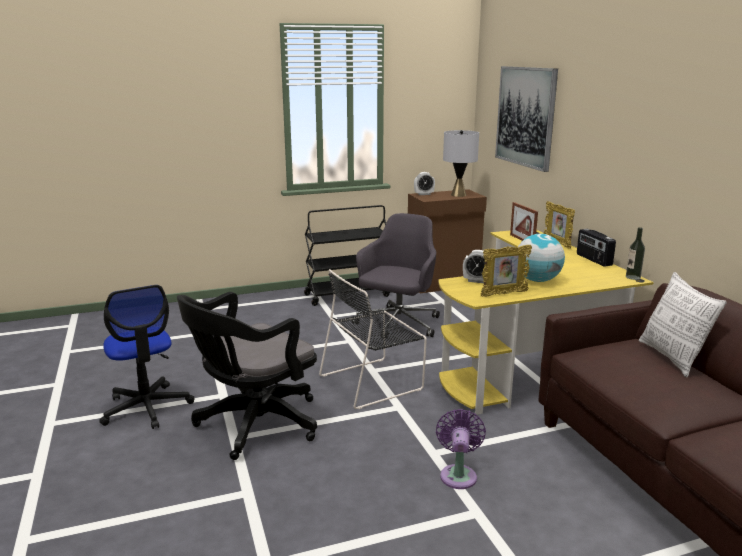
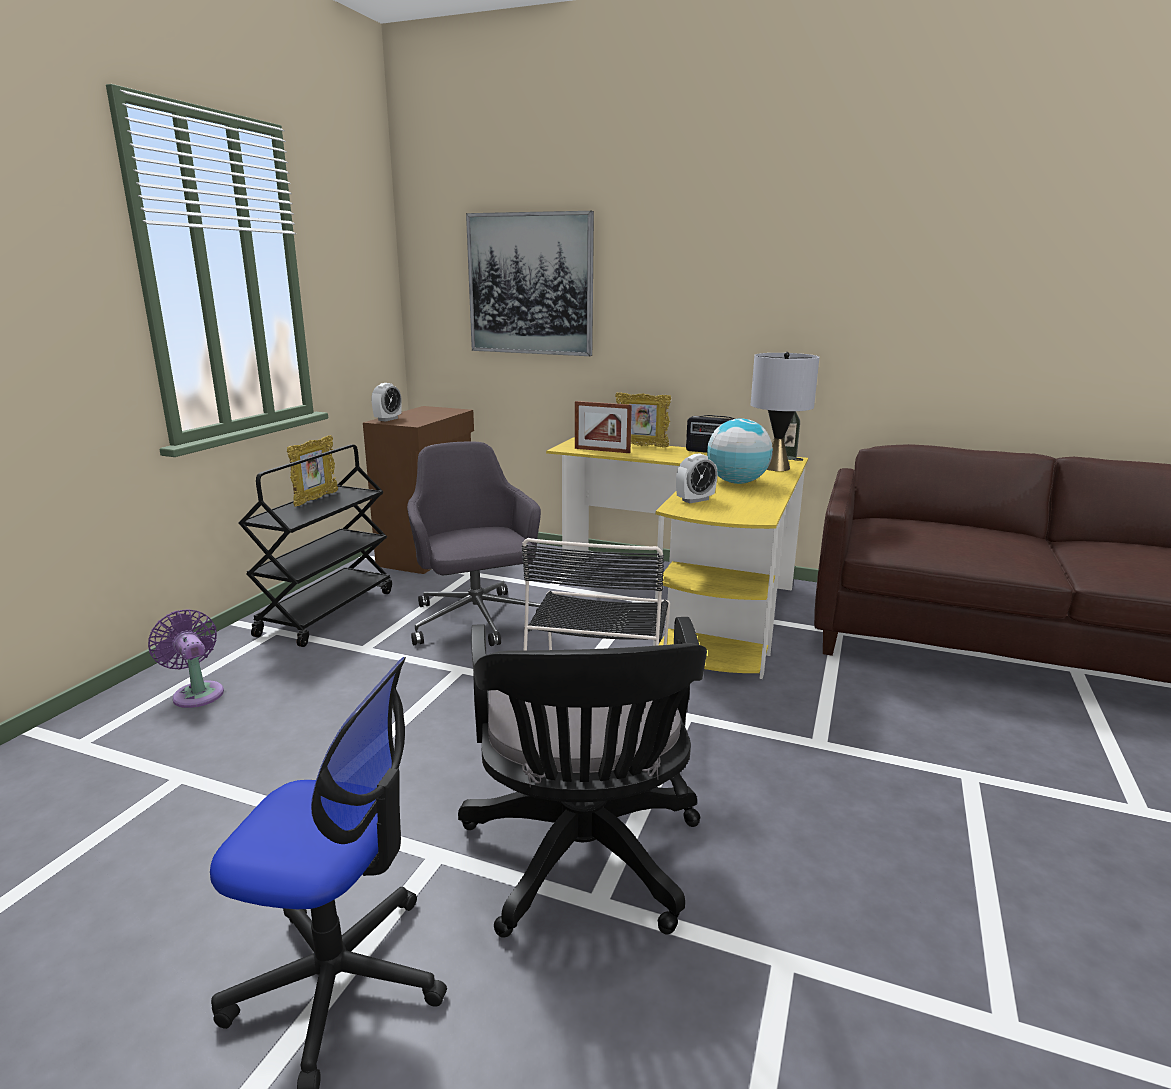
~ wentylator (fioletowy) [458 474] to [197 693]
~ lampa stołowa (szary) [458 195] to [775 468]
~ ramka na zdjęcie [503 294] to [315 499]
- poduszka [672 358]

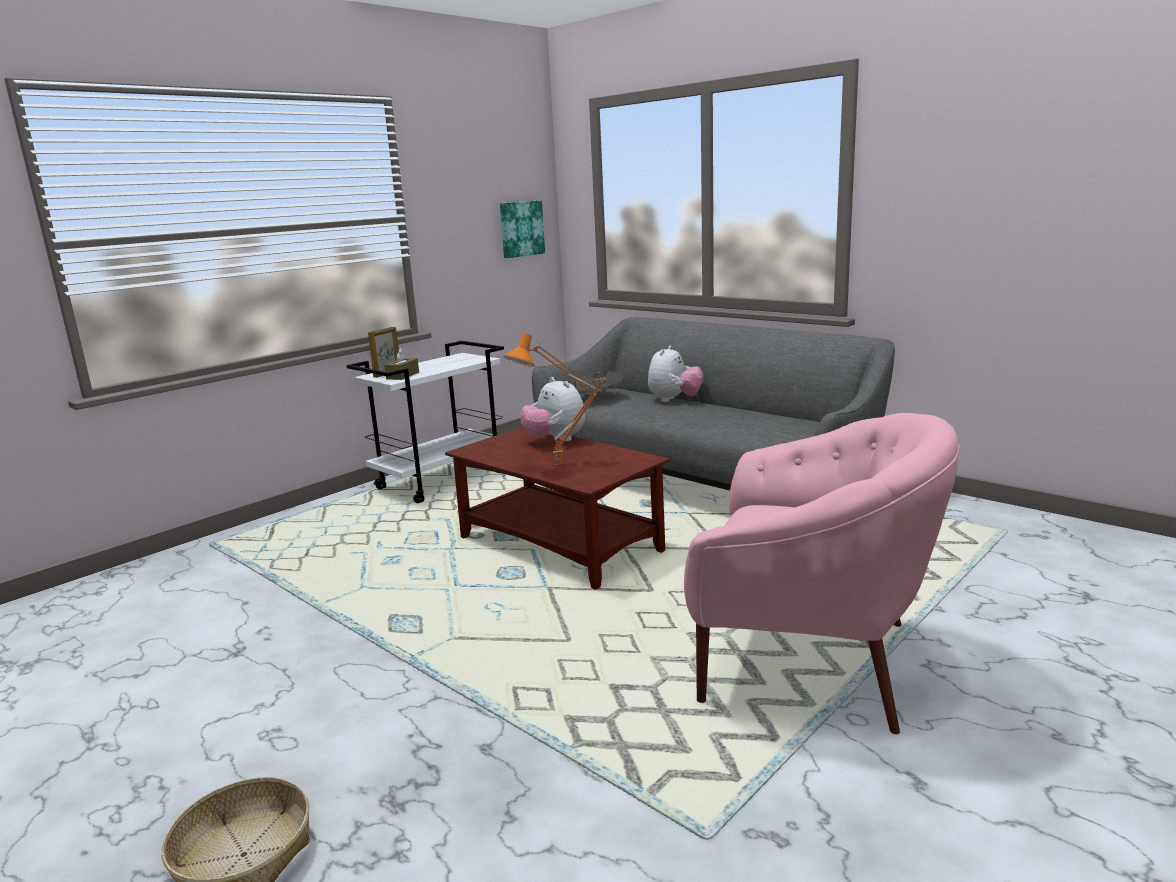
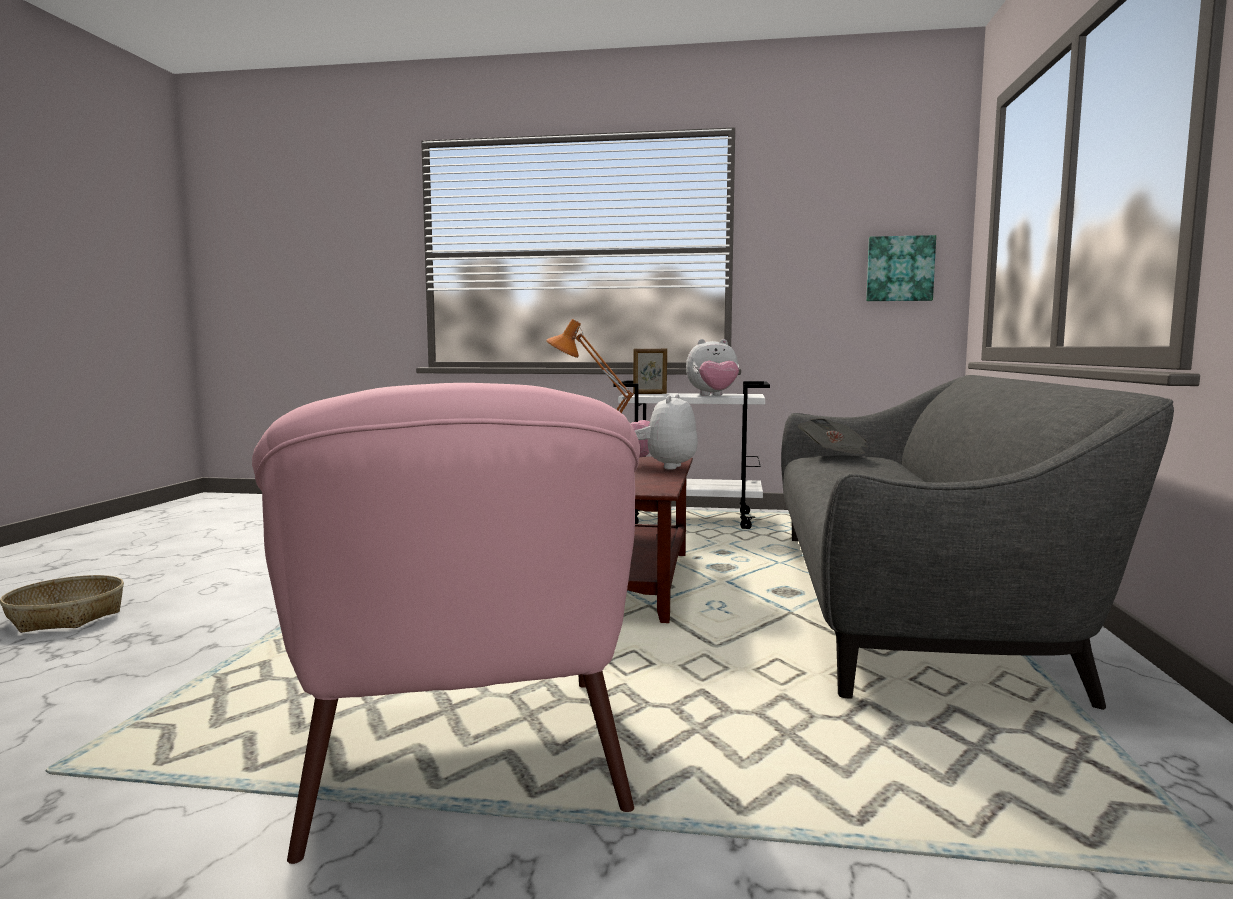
- pudełko chusteczek (brązowy) [402 375]
~ pluszak [674 400] to [713 395]

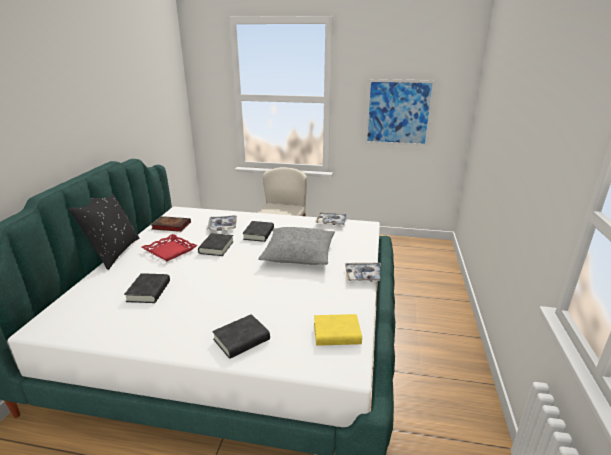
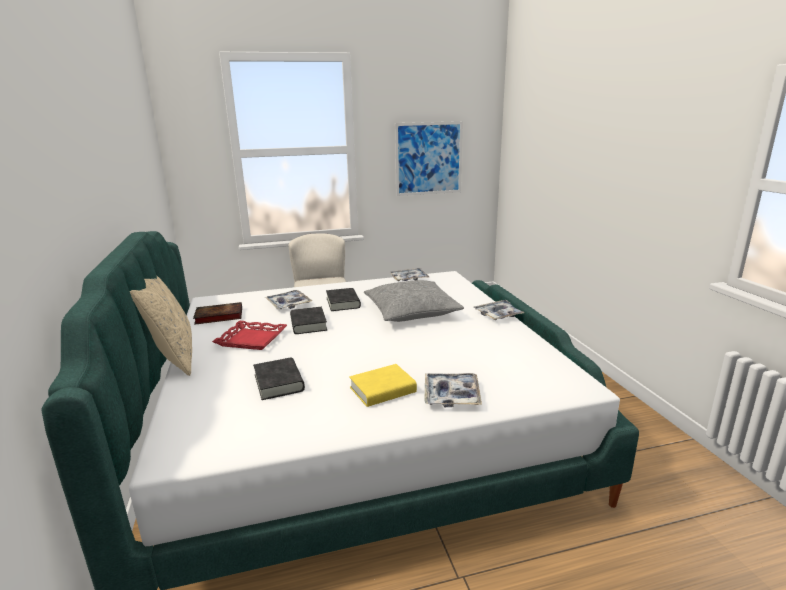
~ poduszka (czarny) [113 252] to poduszka (beżowy) [171 358]
~ książka (czarny) [241 340] to taca [451 395]
~ książka (żółty) [337 334] to [382 390]

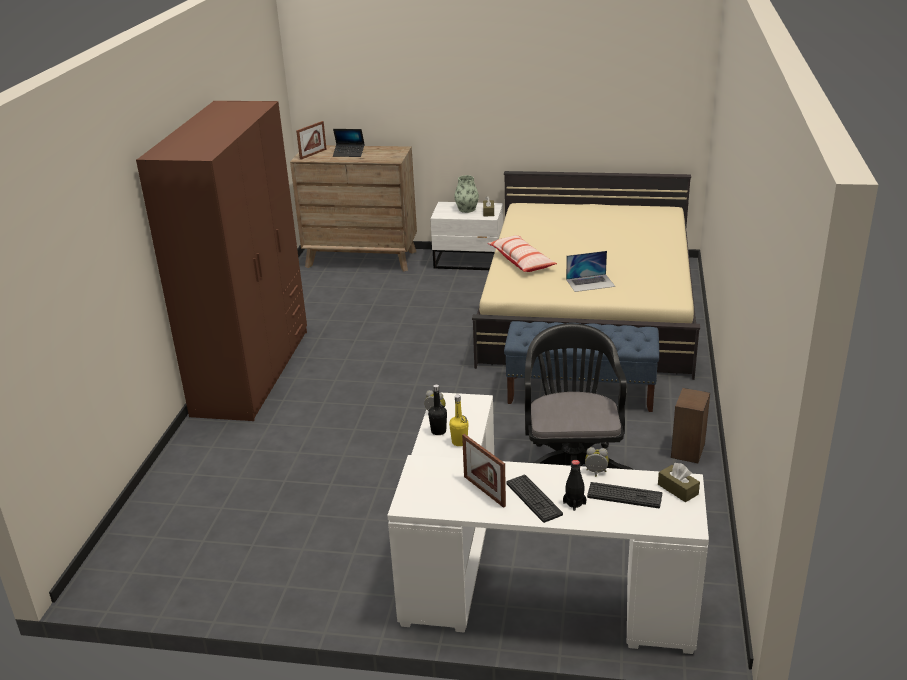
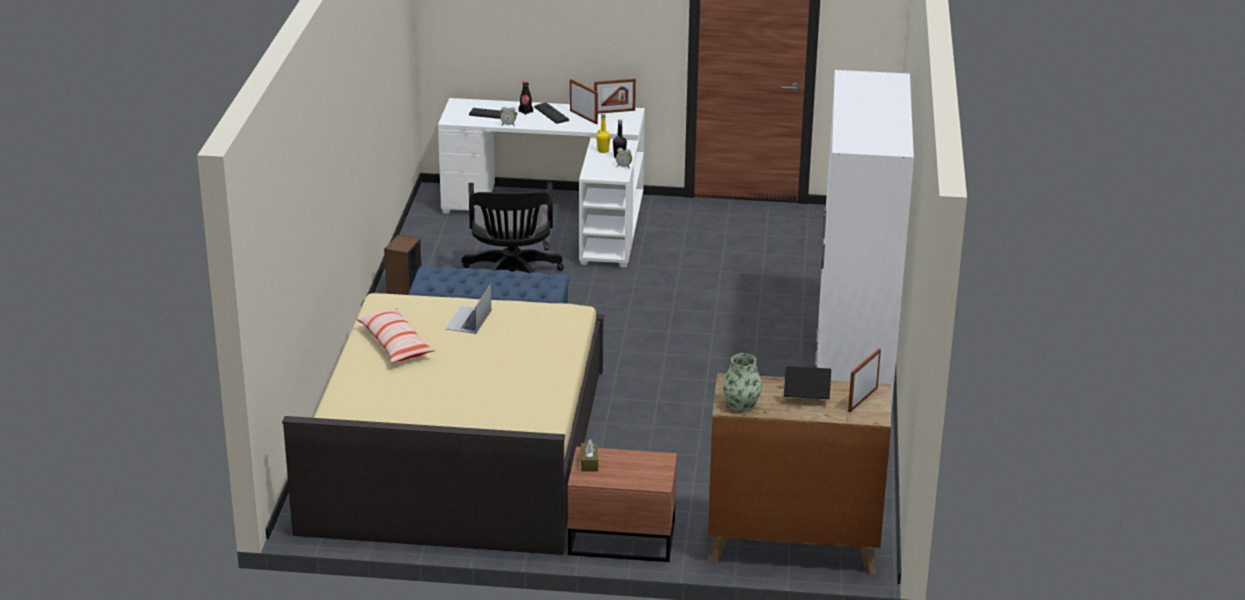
~ szafa (brązowy) [253 371] to szafa (biały) [852 369]
~ szafka nocna (biały) [469 261] to szafka nocna (brązowy) [620 537]
~ wazon [467 209] to [741 405]
~ poduszka [521 261] to [395 344]
~ laptop [590 283] = [468 320] 60 degrees counterclockwise
- pudełko chusteczek (brązowy) [678 489]
+ ramka na zdjęcie [614 111]

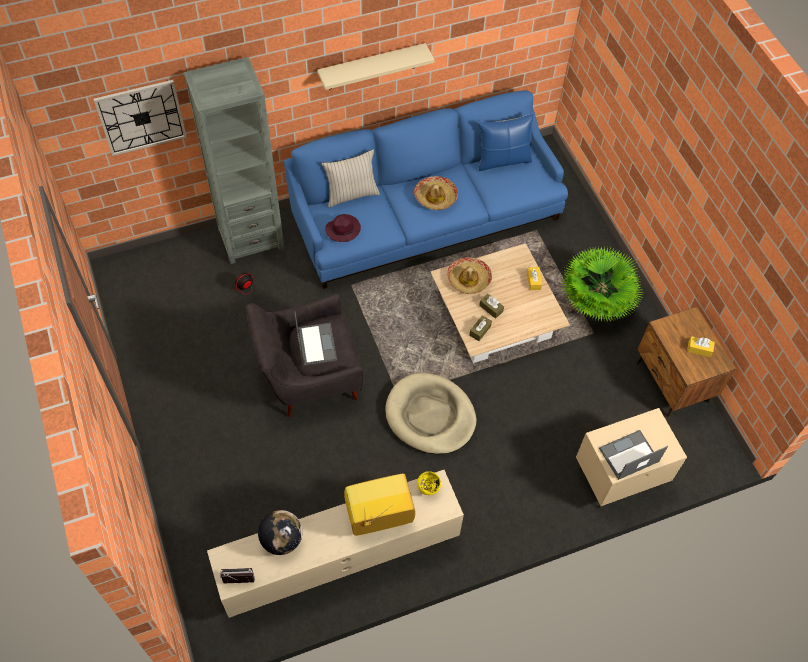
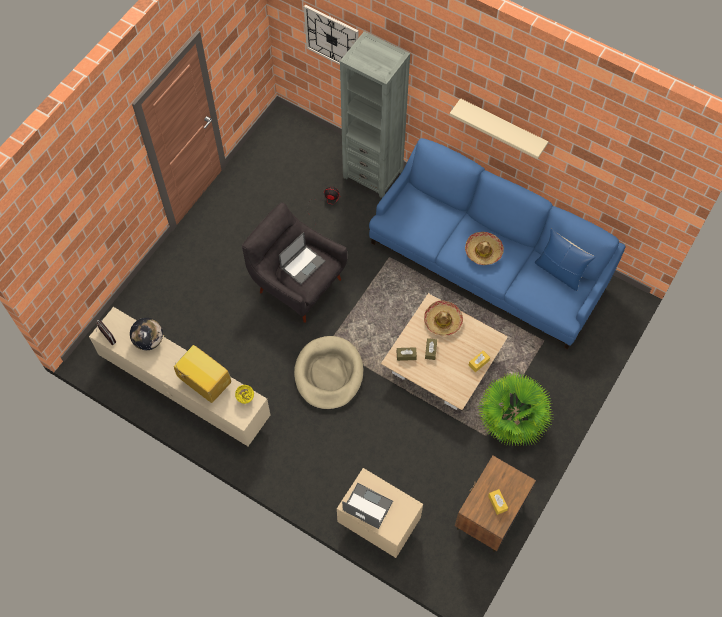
- poduszka (beżowy) [351 194]
- kapelusz (fioletowy) [343 229]

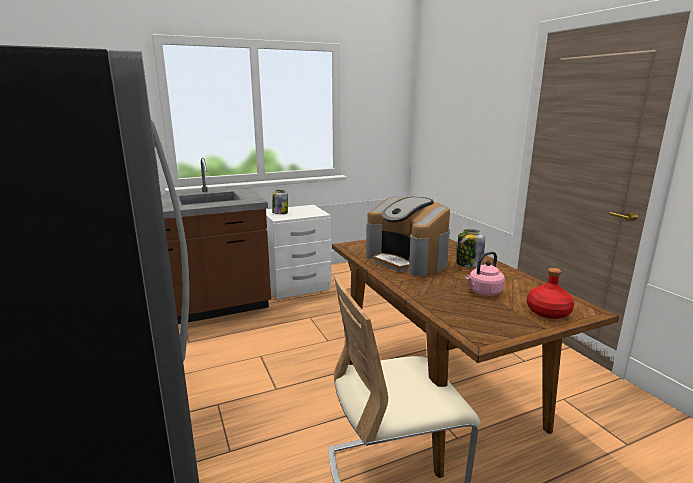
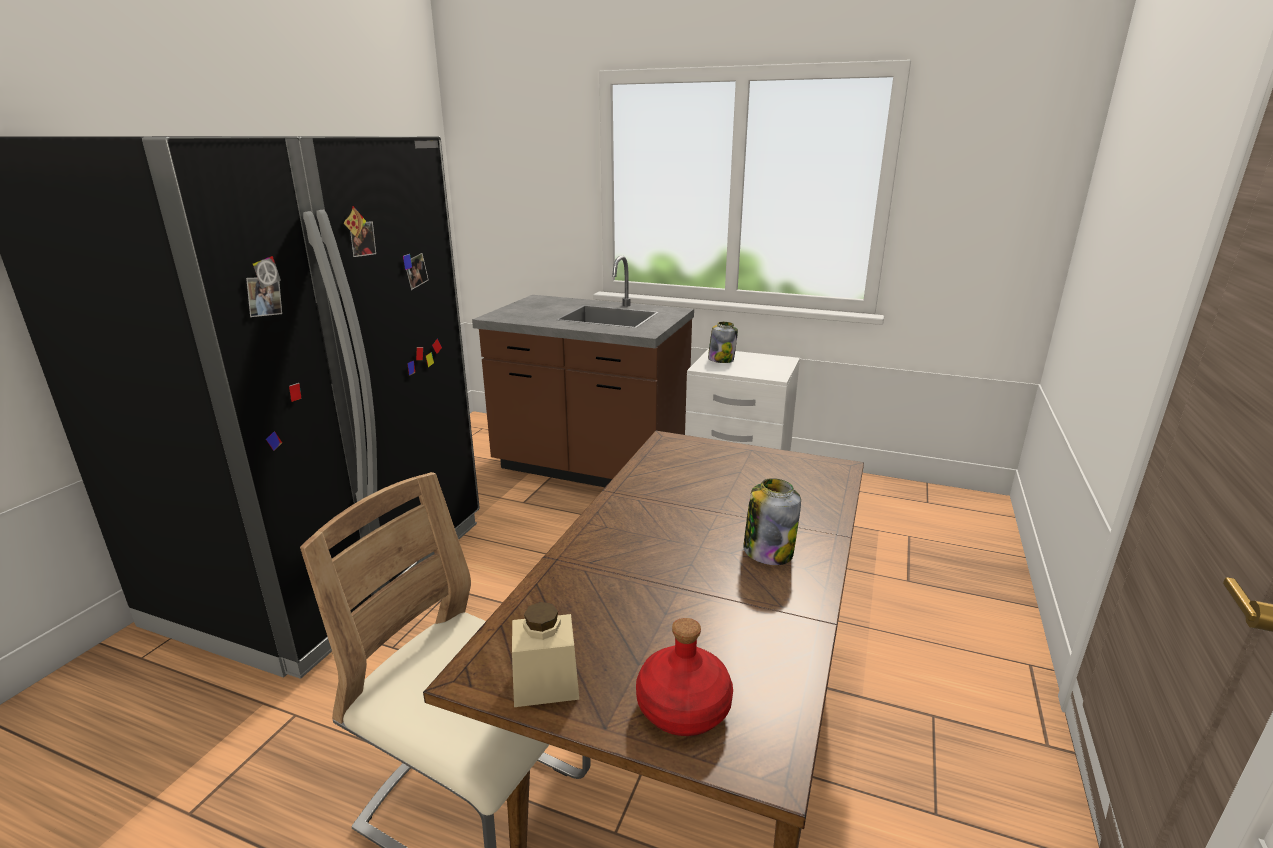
- ekspres do kawy [407 260]
- czajnik (różowy) [483 292]
+ słoik (beżowy) [546 684]

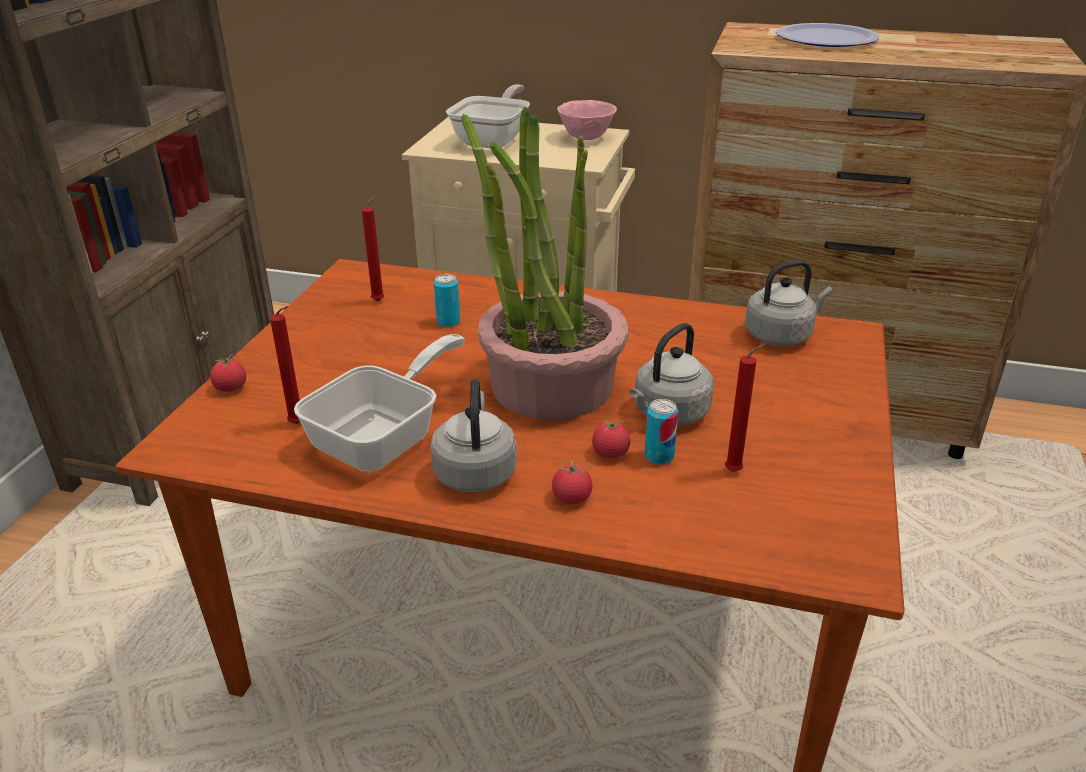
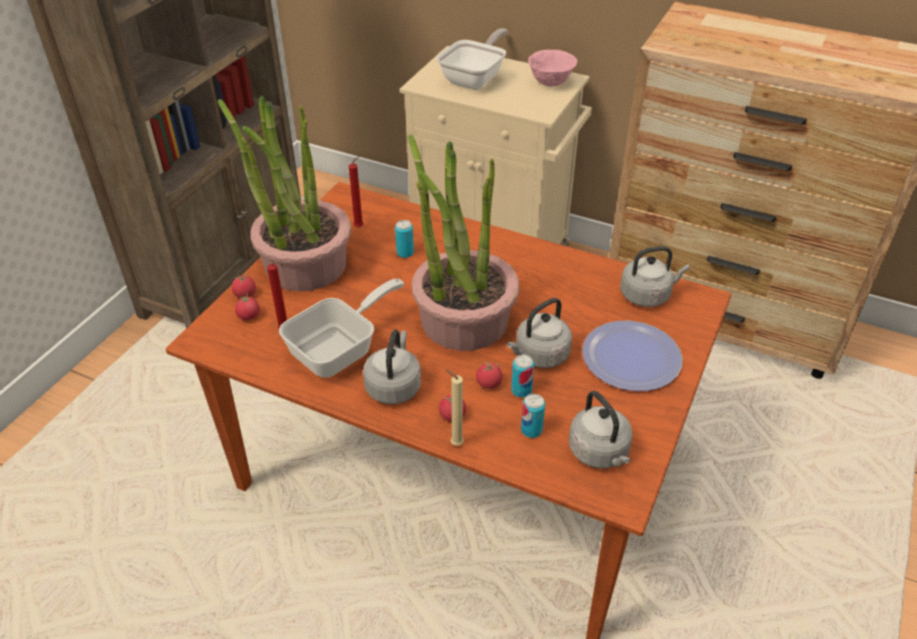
- świeca (czerwony) [736 471]
~ talerz [826 39] to [631 357]
+ roślina doniczkowa [304 265]
+ pomidor [249 316]
+ świeca (beżowy) [455 443]
+ puszka [531 430]
+ czajnik (szary) [600 453]

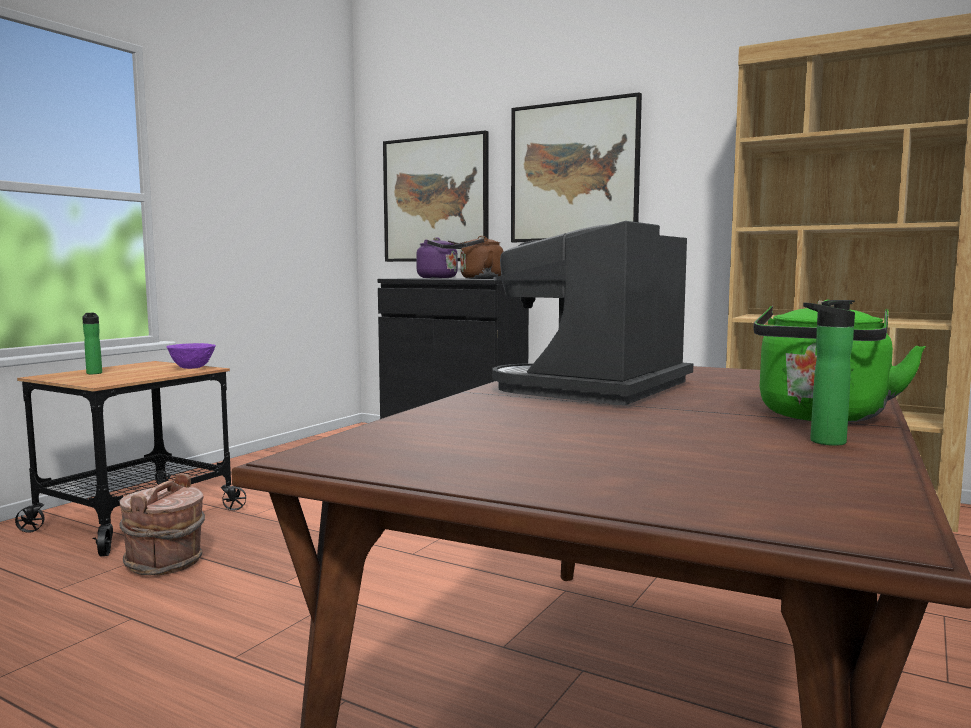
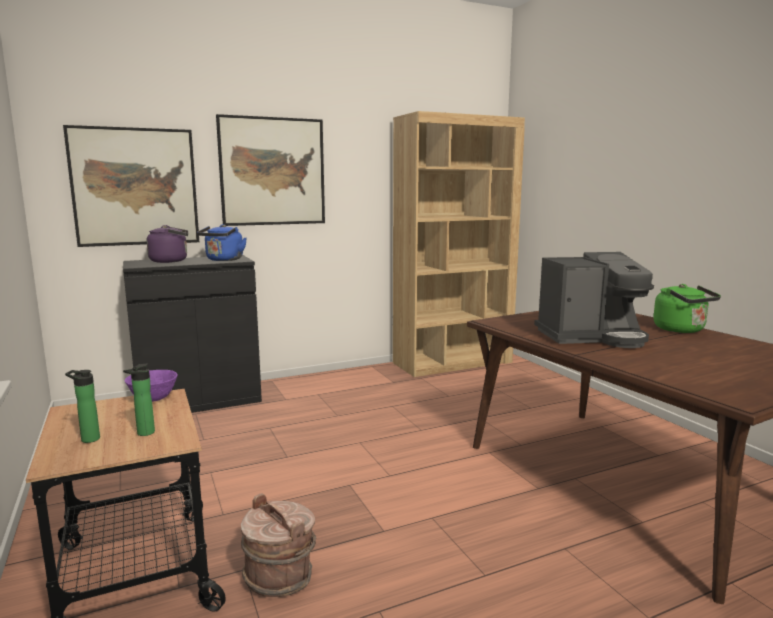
~ czajnik (brązowy) [478 278] to czajnik (niebieski) [223 260]
~ ekspres do kawy [597 389] = [591 337] 75 degrees counterclockwise
~ butelka [822 442] to [143 433]

